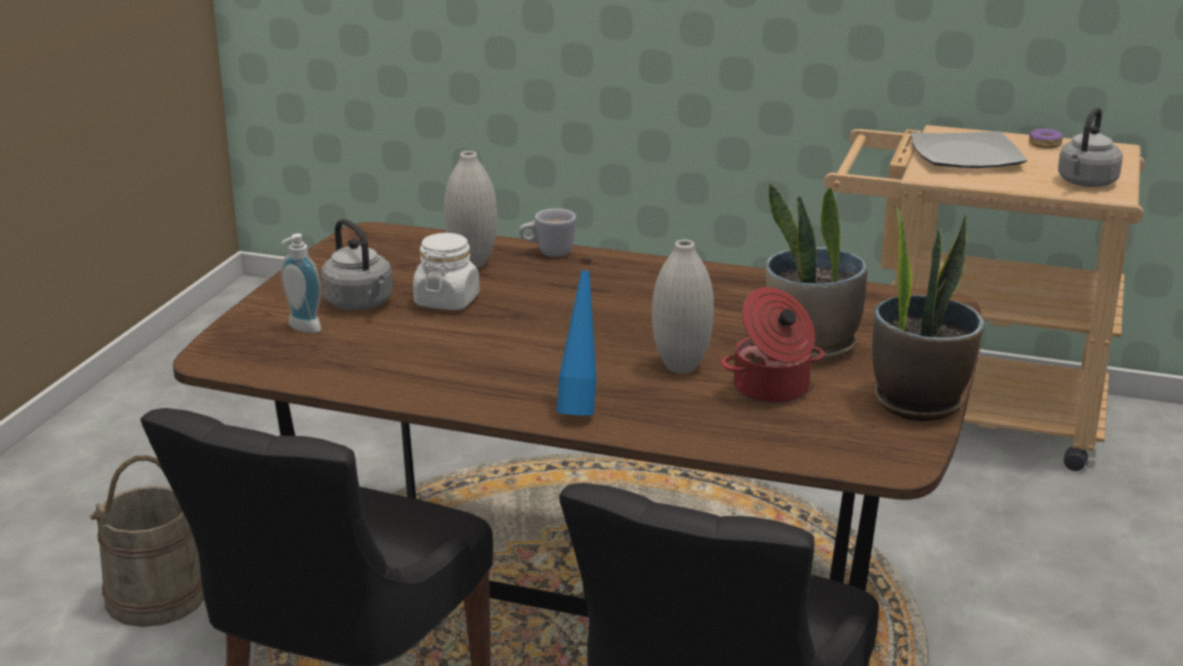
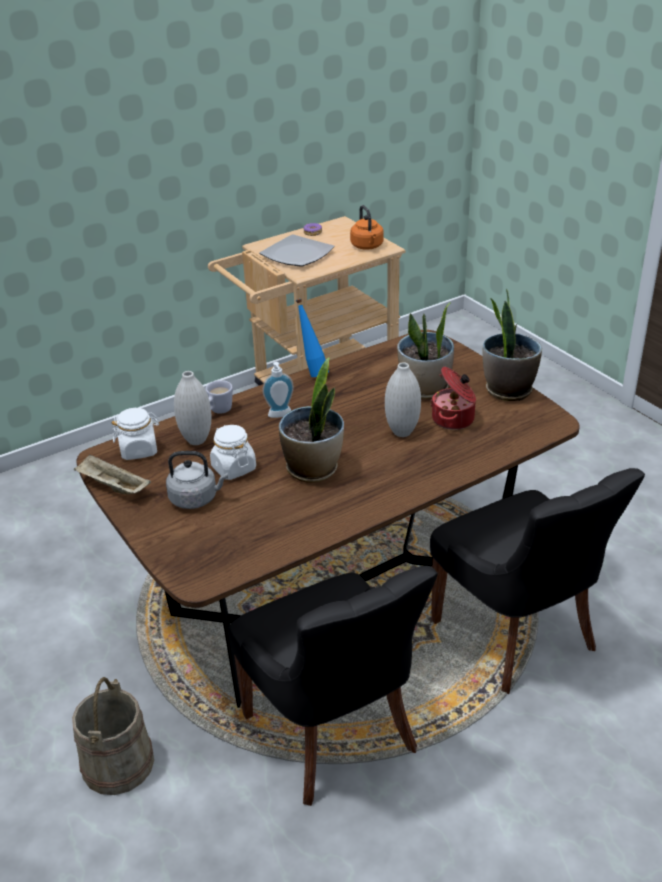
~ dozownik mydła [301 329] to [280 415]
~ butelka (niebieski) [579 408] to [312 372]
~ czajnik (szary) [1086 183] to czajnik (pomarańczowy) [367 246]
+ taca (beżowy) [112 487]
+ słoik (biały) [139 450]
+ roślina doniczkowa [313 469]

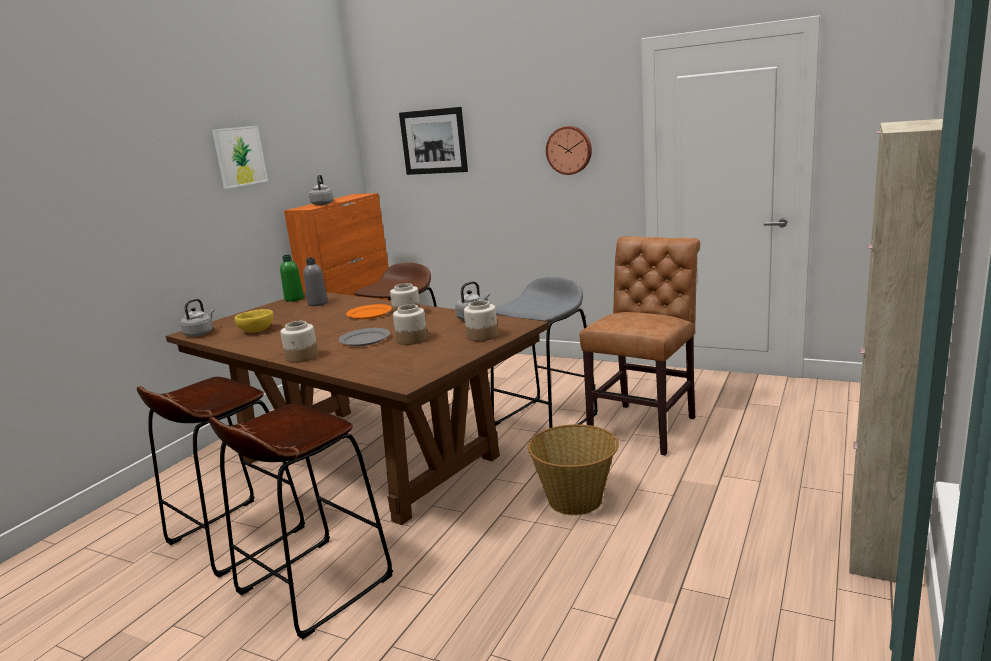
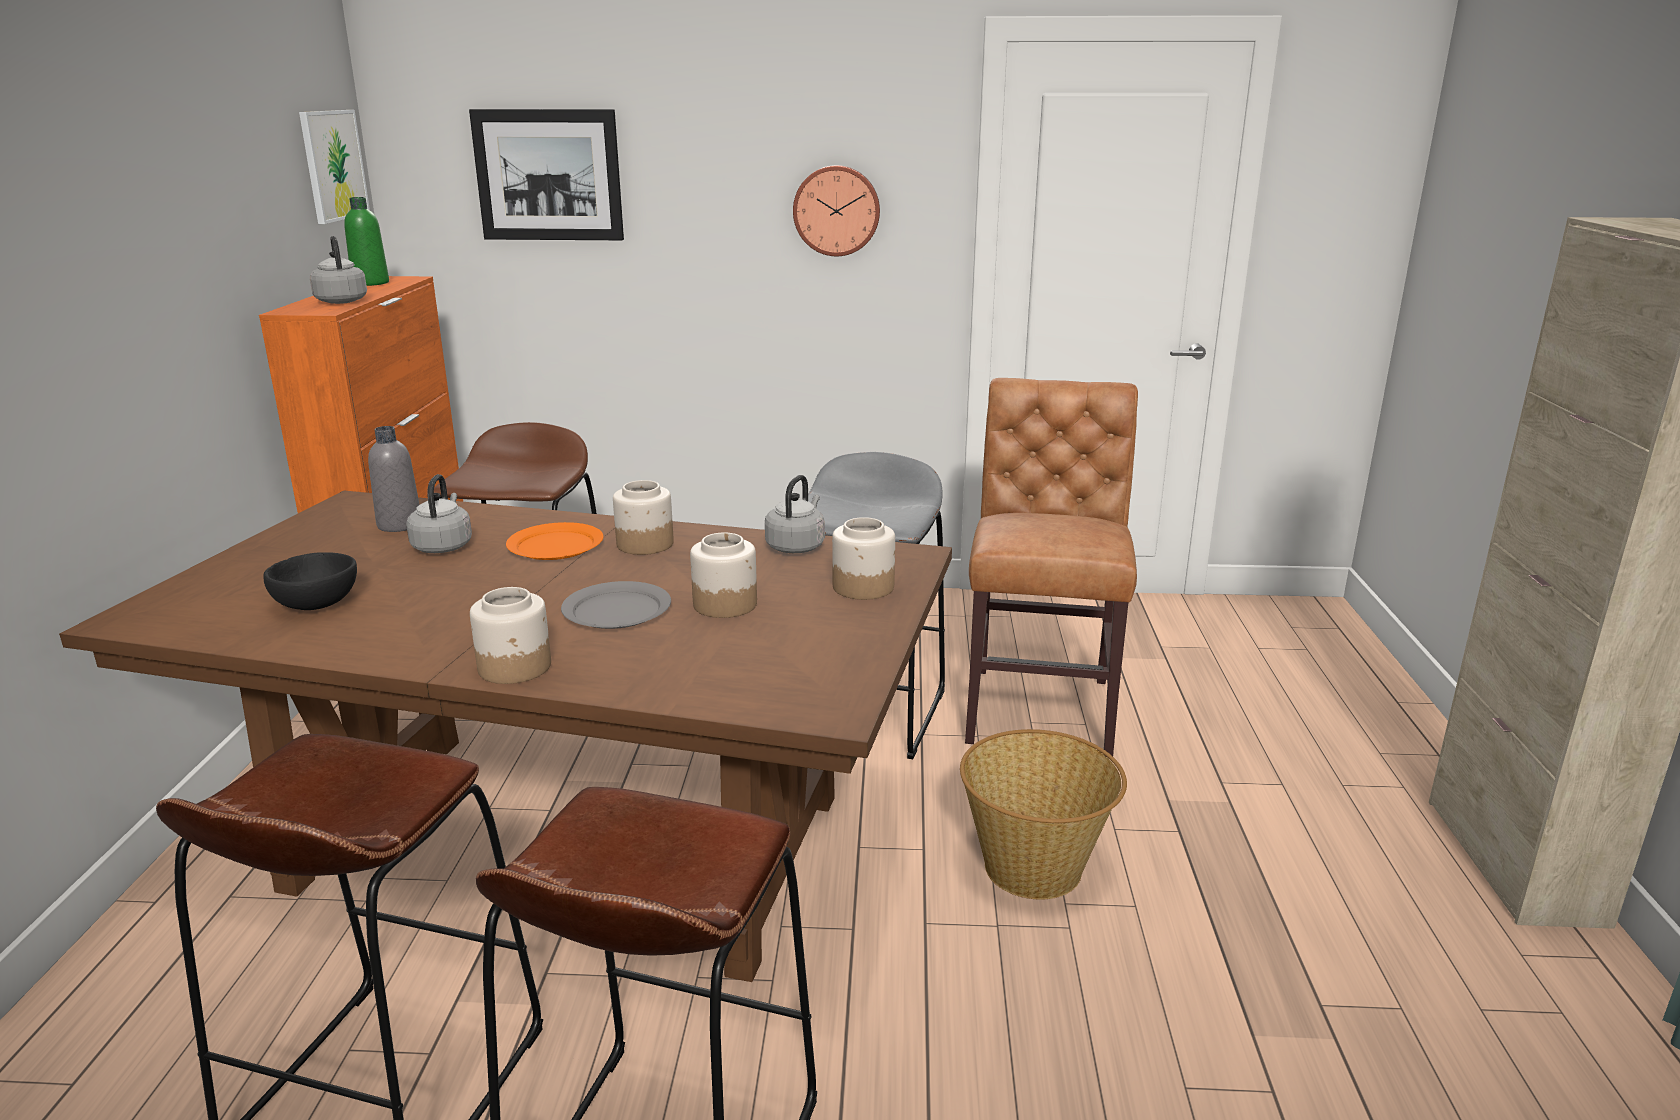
~ czajnik (szary) [200 333] to [443 546]
~ obraz [239 156] to [333 165]
~ miska (żółty) [256 331] to miska (czarny) [315 604]
~ butelka (zielony) [294 299] to [370 283]

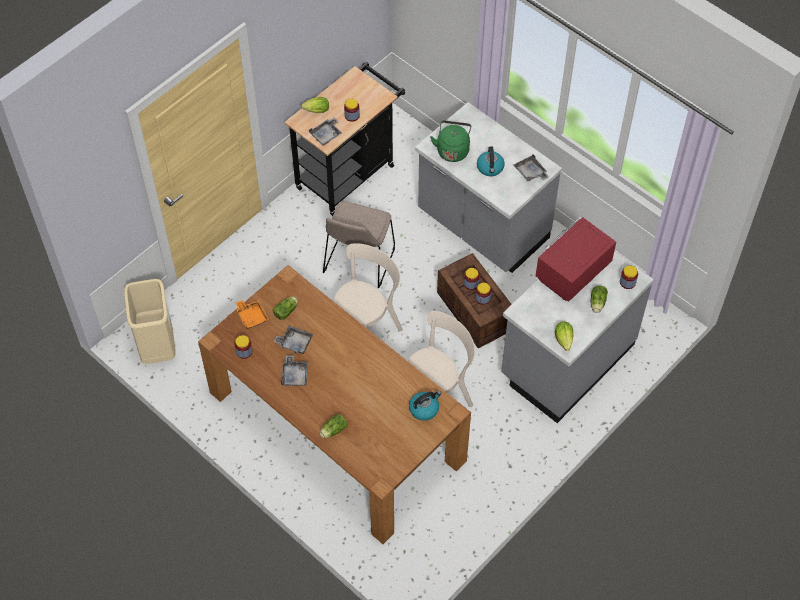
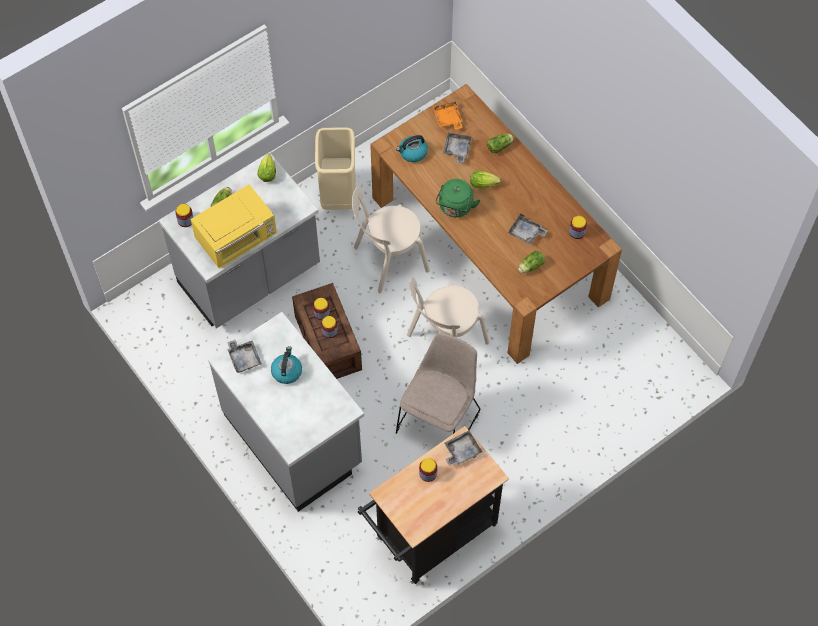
~ kosz na śmieci (beżowy) [158 348] to [338 195]
~ taca (pomarańczowy) [252 316] to [448 119]
~ taca (szary) [295 375] to [457 149]
~ sałata [315 111] to [485 184]
~ czajnik (zielony) [452 150] to [455 208]
~ mikrofalówka (czerwony) [571 272] to mikrofalówka (żółty) [237 238]

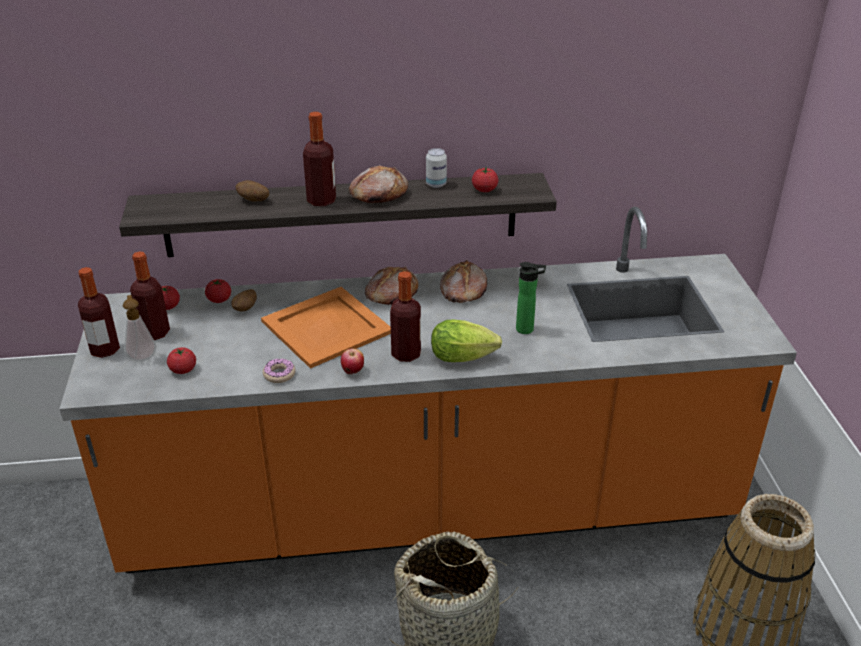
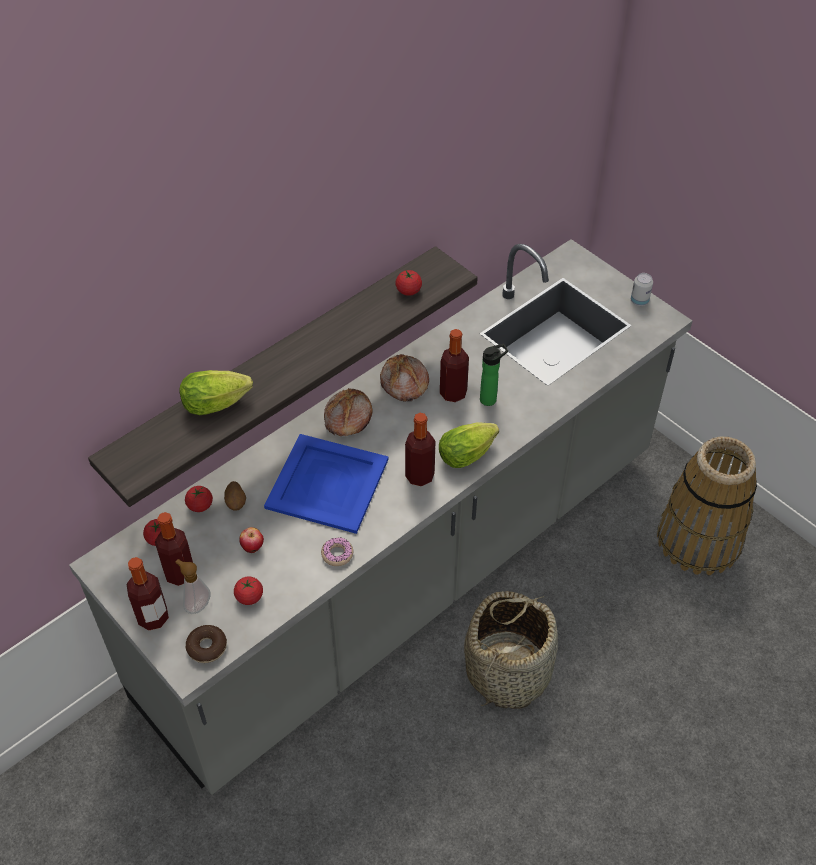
~ zabudowa kuchenna (pomarańczowy) [430 509] to zabudowa kuchenna (szary) [408 574]
~ ziemniak [253 200] to sałata [219 403]
~ taca (pomarańczowy) [327 326] to taca (niebieski) [327 482]
~ butelka [321 200] to [453 393]
~ jabłko [353 372] to [253 547]
- chleb [378 194]
~ puszka [436 184] to [639 301]
+ donut [207 647]

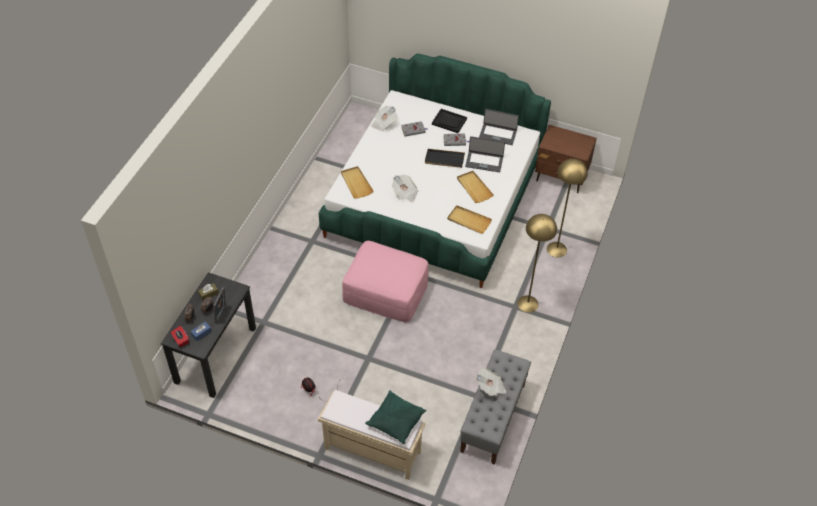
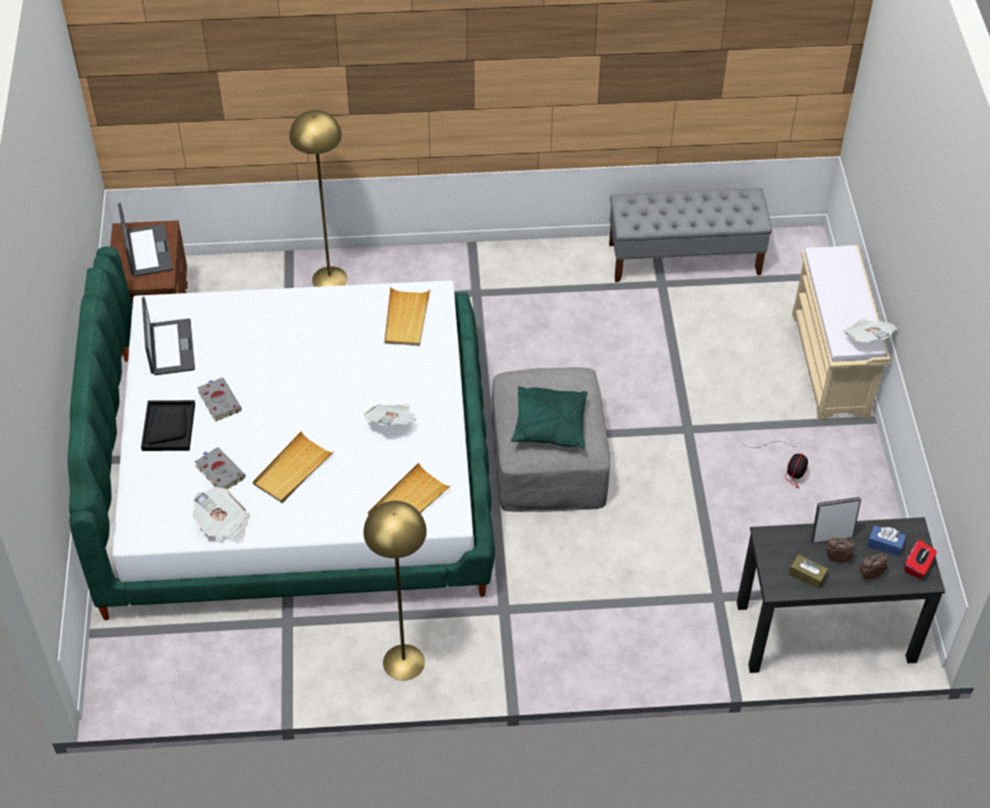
~ pufa (różowy) [386 291] to pufa (szary) [547 458]
~ poduszka (zielony) [396 421] to [549 425]
- taca (czarny) [444 159]
~ taca (beżowy) [474 188] to [292 470]
~ laptop [484 161] to [147 251]
~ gazeta [490 387] to [867 338]
~ lampa stojąca (żółty) [527 303] to [404 662]

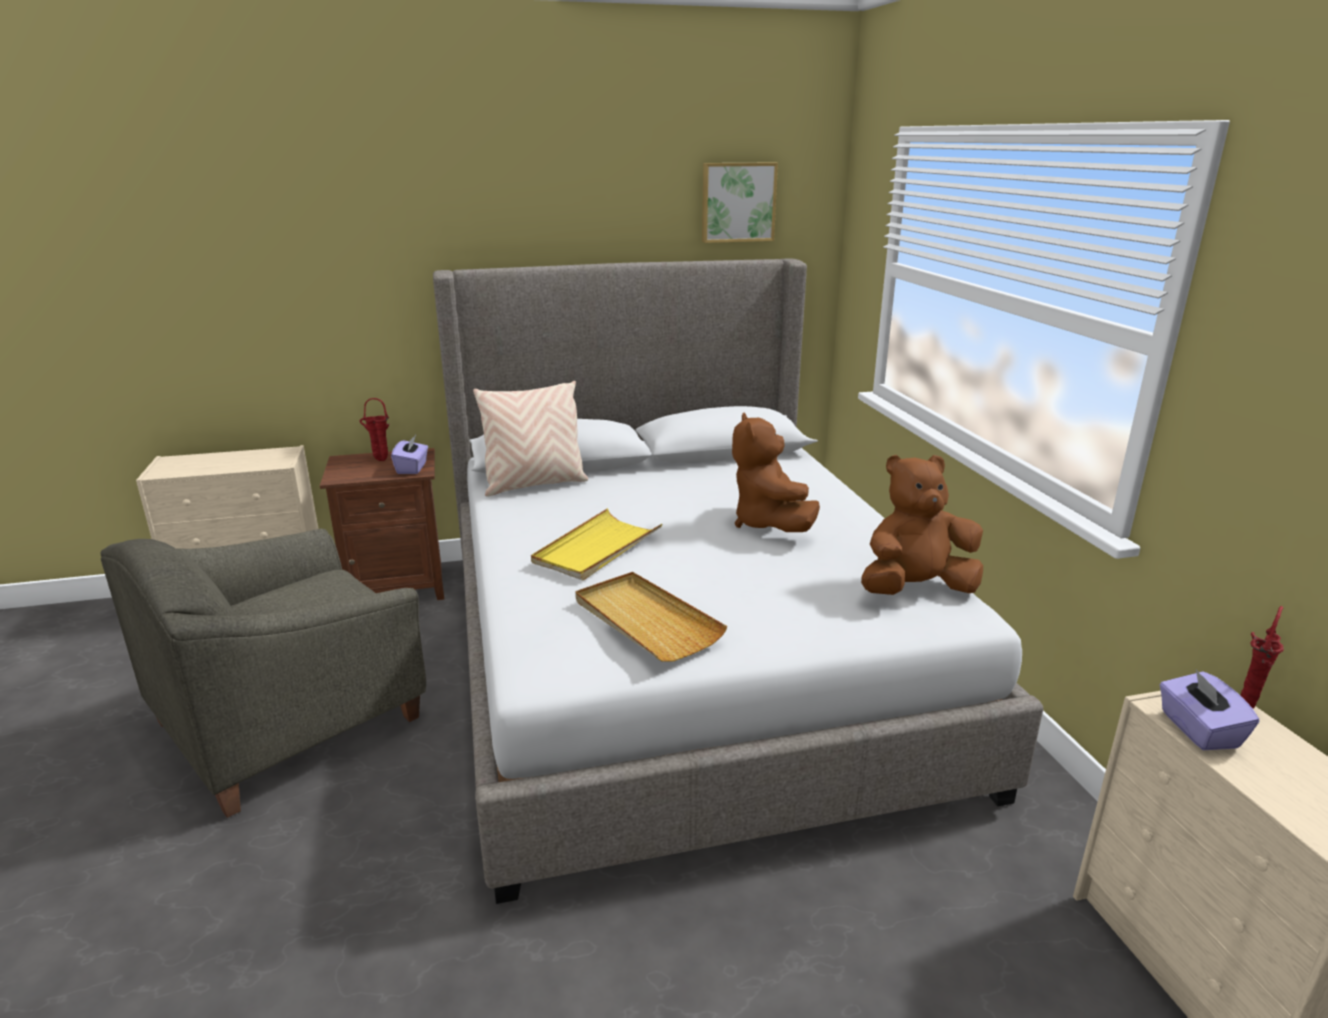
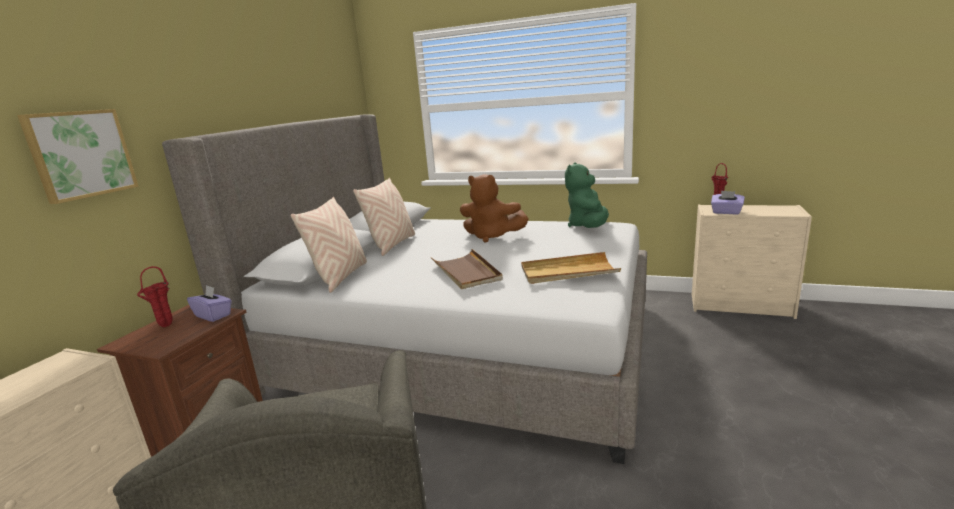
~ taca (żółty) [596 549] to taca (brązowy) [466 272]
~ obraz [737 202] to [80 154]
~ pluszak (brązowy) [915 589] to pluszak (zielony) [588 227]
+ poduszka (beżowy) [392 245]

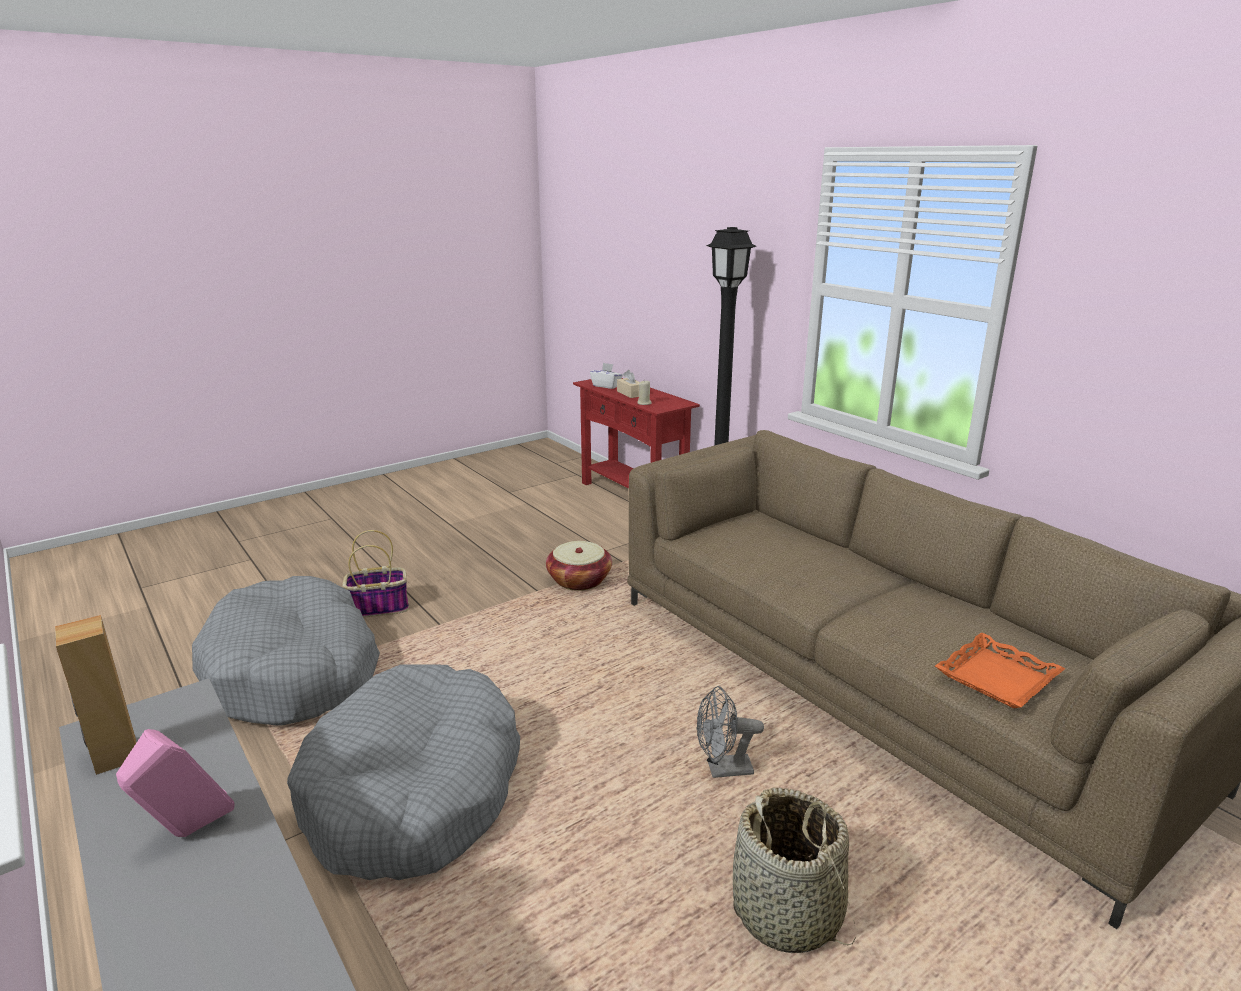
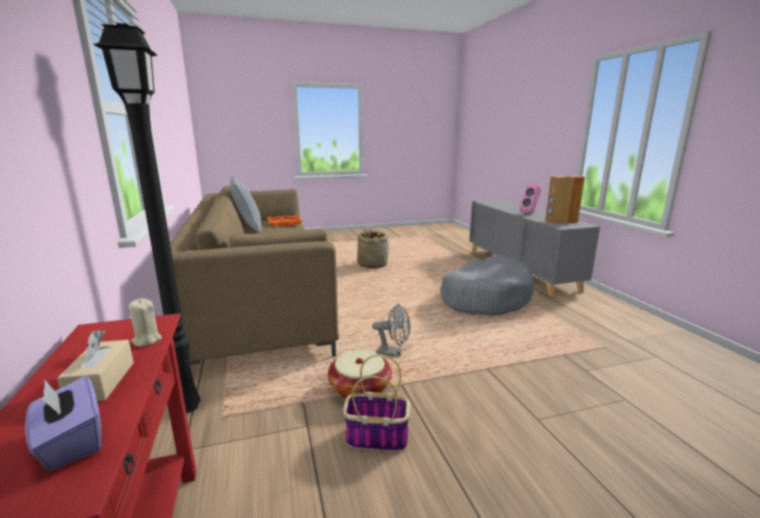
- legowisko (szary) [294 671]
~ koszyk [379 607] to [375 438]
~ pudełko chusteczek (biały) [606 386] to pudełko chusteczek (fioletowy) [71 442]
~ wentylator (szary) [722 770] to [393 353]
+ poduszka [248 228]
+ głośnik (brązowy) [553 222]

